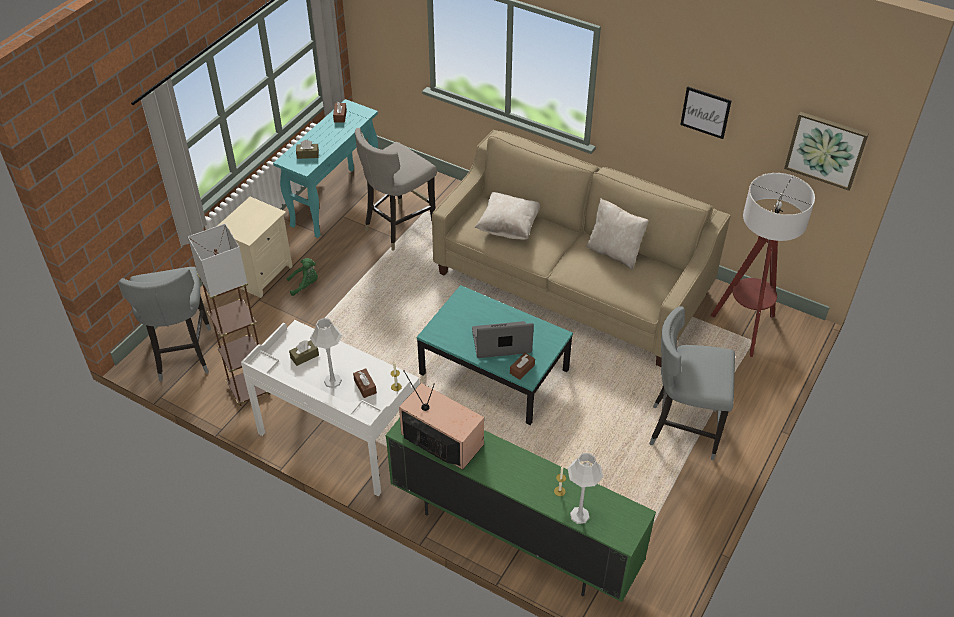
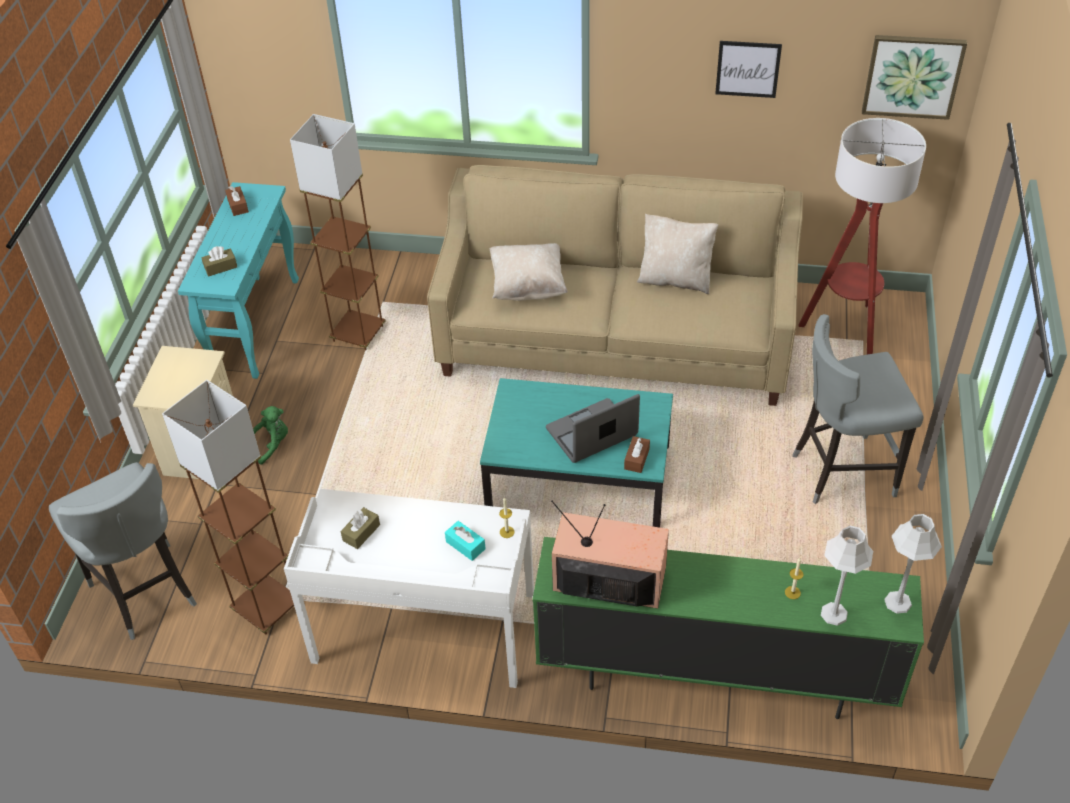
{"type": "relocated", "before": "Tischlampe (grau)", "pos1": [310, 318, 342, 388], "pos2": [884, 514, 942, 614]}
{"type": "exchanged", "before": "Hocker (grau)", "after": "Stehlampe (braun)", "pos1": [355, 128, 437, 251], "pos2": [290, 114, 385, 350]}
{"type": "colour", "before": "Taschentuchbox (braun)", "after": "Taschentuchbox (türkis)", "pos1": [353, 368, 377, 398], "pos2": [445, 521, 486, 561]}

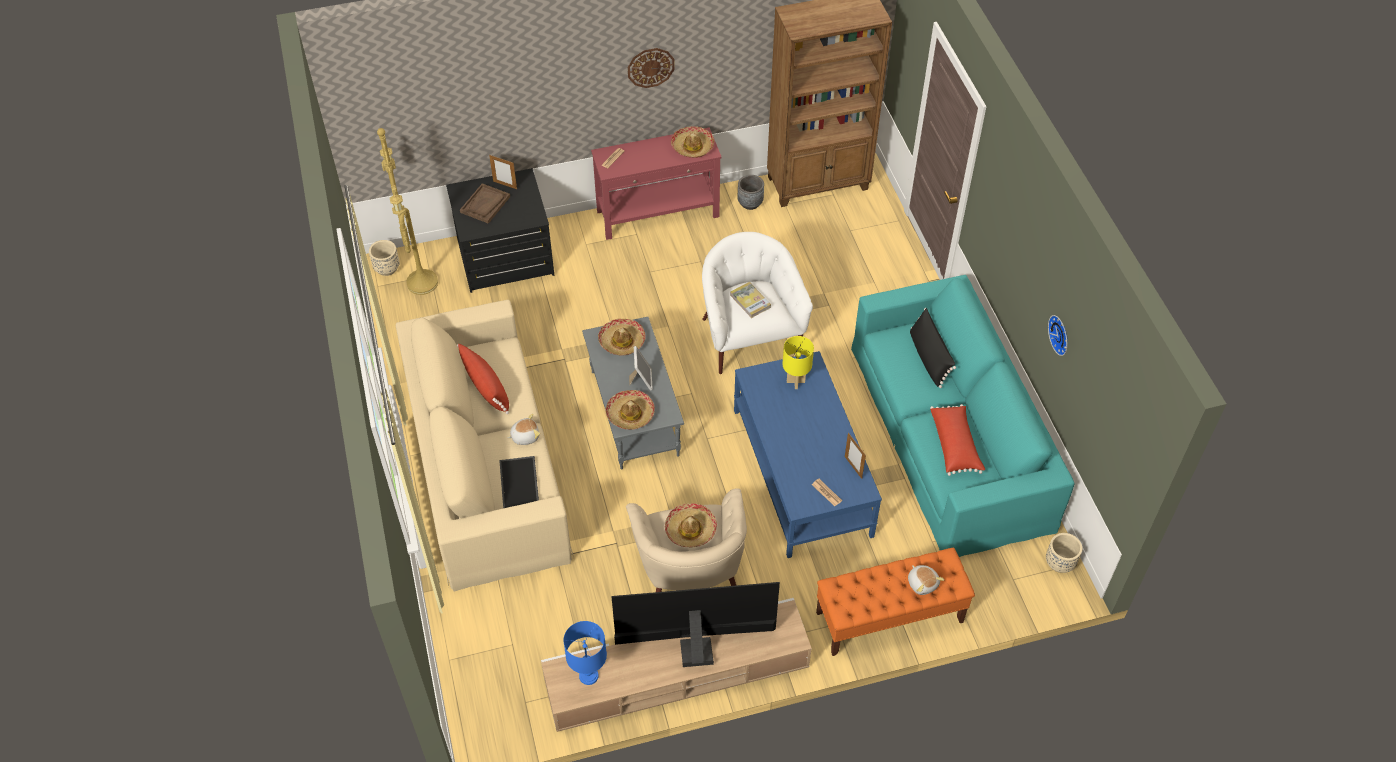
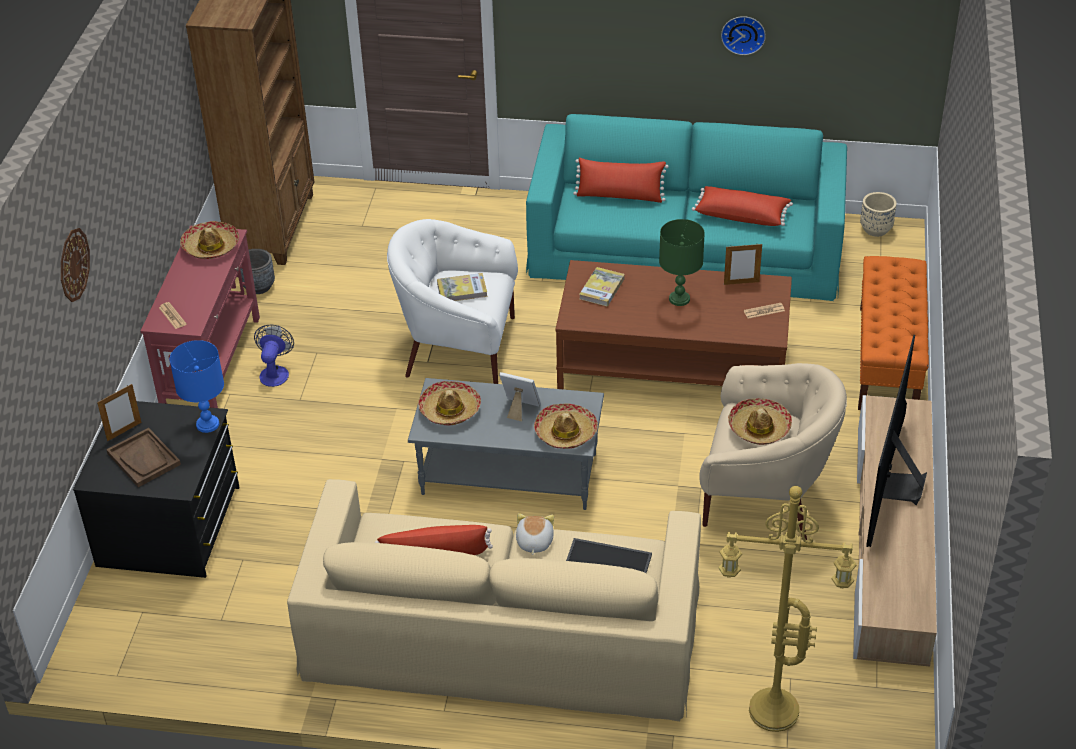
{"type": "missing", "before": "Pflanzkübel (beige)", "pos1": [369, 240, 400, 276]}
{"type": "missing", "before": "Plüschtier", "pos1": [908, 565, 944, 595]}
{"type": "appeared", "after": "Ventilator", "pos2": [254, 325, 294, 387]}
{"type": "appeared", "after": "Tischlampe (grün)", "pos2": [659, 219, 705, 306]}
{"type": "relocated", "before": "Stehlampe (gelb)", "pos1": [377, 128, 438, 295], "pos2": [719, 486, 857, 732]}
{"type": "relocated", "before": "Tischlampe (blau)", "pos1": [564, 621, 607, 685], "pos2": [170, 340, 224, 433]}
{"type": "relocated", "before": "Wanduhr", "pos1": [628, 48, 675, 88], "pos2": [61, 228, 90, 302]}
{"type": "exchanged", "before": "Tischlampe (gelb)", "after": "Buch", "pos1": [782, 336, 814, 389], "pos2": [579, 267, 625, 307]}
{"type": "colour", "before": "Couchtisch (blau)", "after": "Couchtisch (braun)", "pos1": [734, 351, 882, 558], "pos2": [556, 260, 792, 389]}
{"type": "colour", "before": "Kissen (schwarz)", "after": "Kissen (rot)", "pos1": [910, 308, 956, 388], "pos2": [573, 158, 669, 203]}

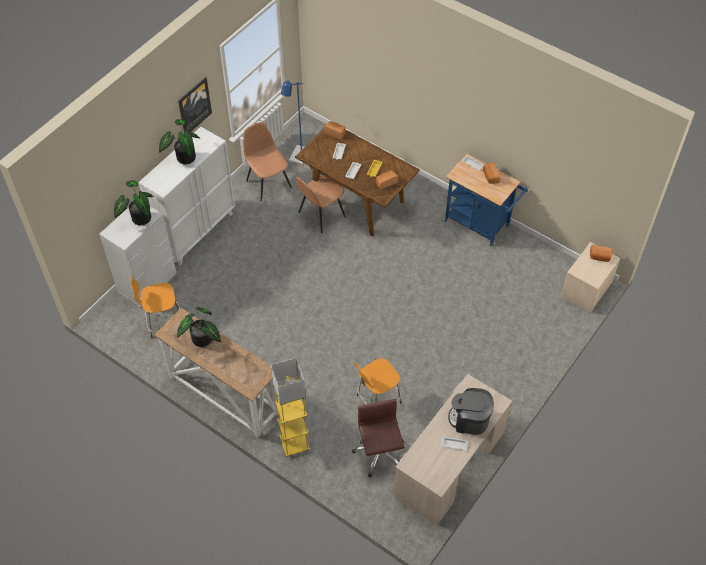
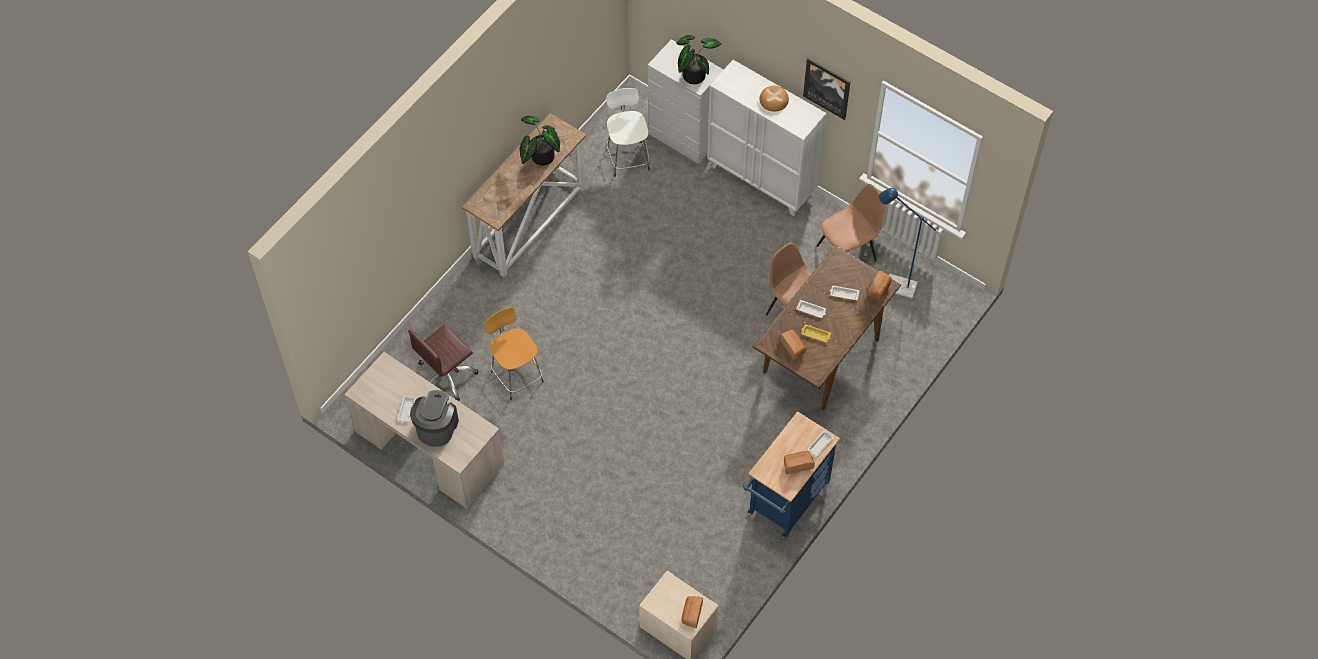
{"type": "missing", "before": "Stehlampe (gelb)", "pos1": [271, 358, 310, 457]}
{"type": "exchanged", "before": "Topfpflanze", "after": "Brot", "pos1": [159, 119, 200, 164], "pos2": [759, 86, 789, 111]}
{"type": "colour", "before": "Hocker (orange)", "after": "Hocker (weiß)", "pos1": [131, 277, 180, 338], "pos2": [606, 88, 650, 177]}
{"type": "spun", "before": "Bürostuhl (braun)", "pos1": [352, 399, 405, 477], "pos2": [408, 325, 478, 401], "turn": 150}

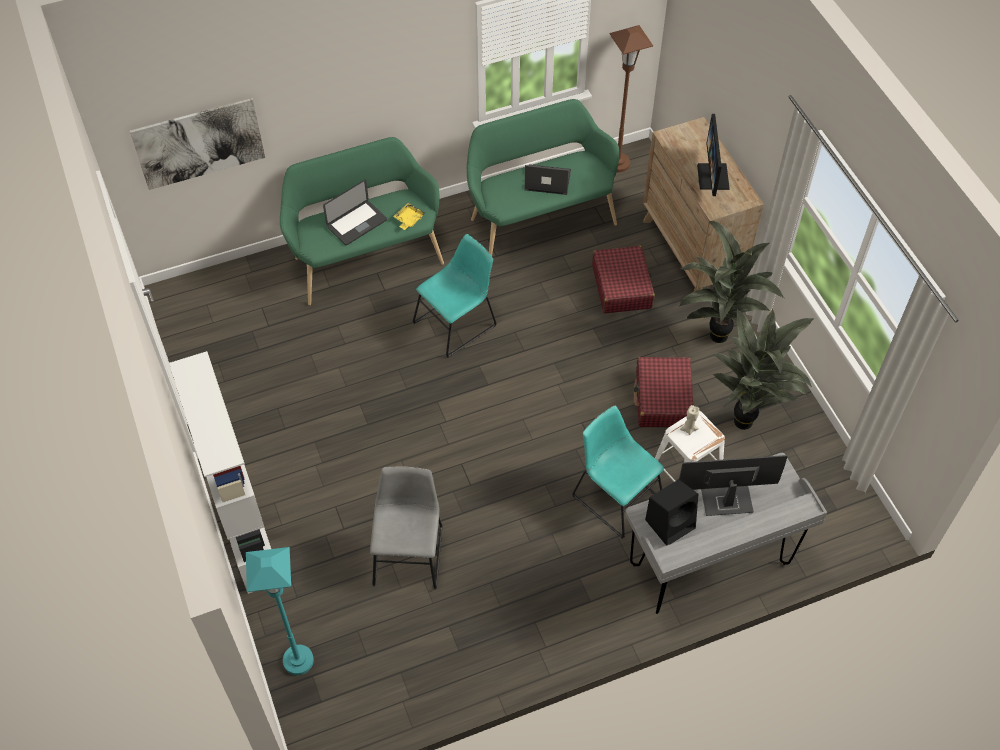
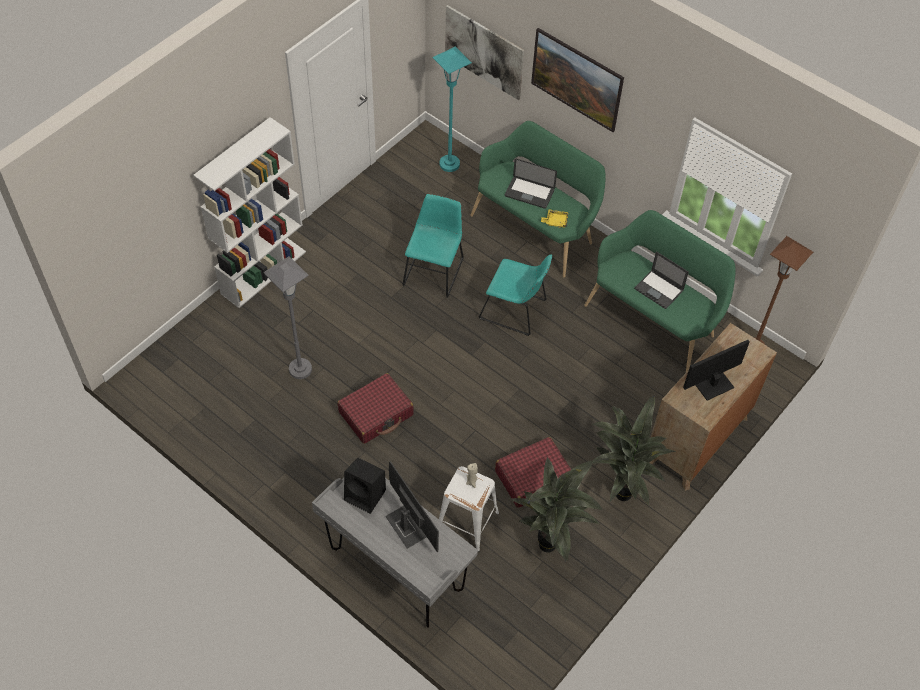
{"type": "appeared", "after": "Bild", "pos2": [531, 28, 624, 132]}
{"type": "relocated", "before": "Stehlampe (türkis)", "pos1": [246, 547, 314, 675], "pos2": [433, 47, 472, 172]}
{"type": "relocated", "before": "Stuhl (türkis)", "pos1": [572, 406, 664, 539], "pos2": [402, 194, 464, 298]}
{"type": "relocated", "before": "Koffer (rot)", "pos1": [592, 246, 655, 313], "pos2": [337, 373, 414, 444]}
{"type": "exchanged", "before": "Stuhl (grau)", "after": "Stehlampe (grau)", "pos1": [370, 466, 443, 589], "pos2": [263, 256, 312, 379]}
{"type": "spun", "before": "Laptop", "pos1": [524, 164, 571, 195], "pos2": [634, 251, 689, 309], "turn": 150}

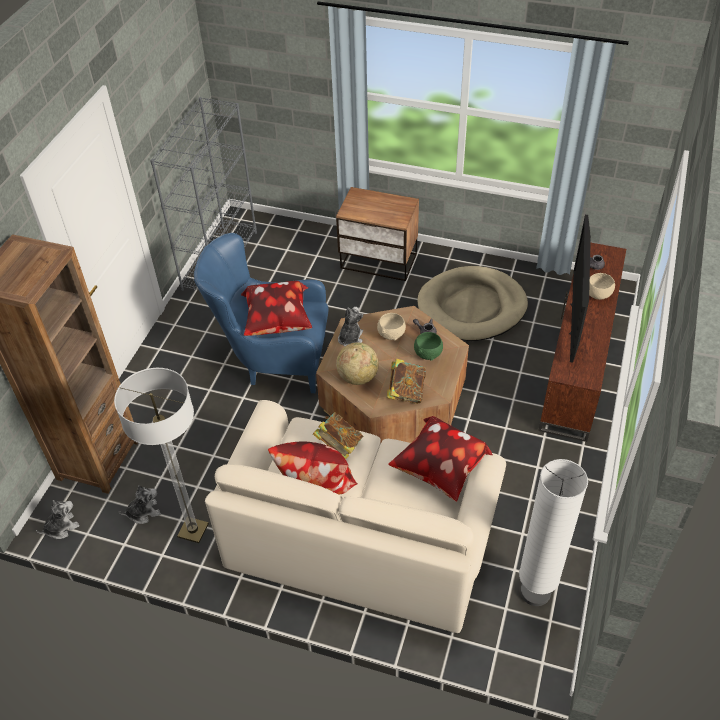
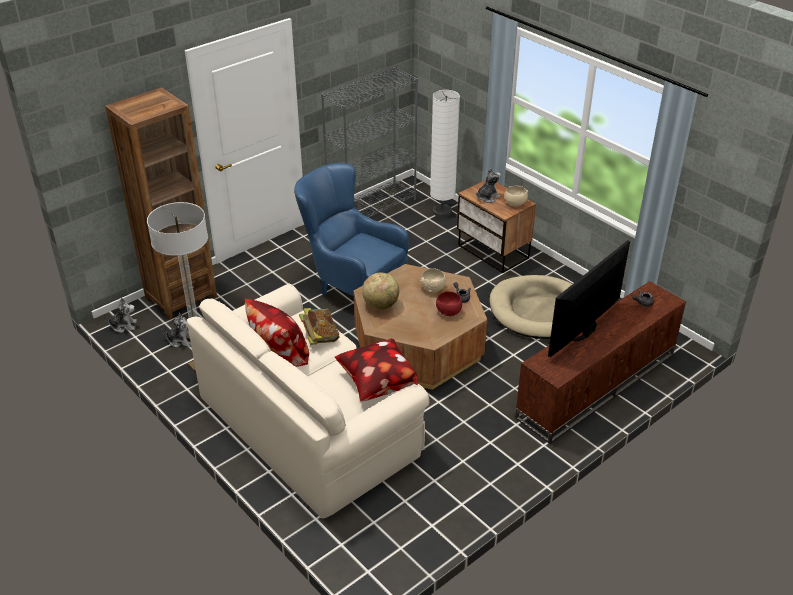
{"type": "missing", "before": "Kissen", "pos1": [241, 281, 312, 336]}
{"type": "missing", "before": "Buch", "pos1": [386, 359, 426, 404]}
{"type": "relocated", "before": "Plüschtier", "pos1": [338, 307, 363, 346], "pos2": [476, 168, 501, 203]}
{"type": "relocated", "before": "Stehlampe (weiß)", "pos1": [519, 459, 588, 606], "pos2": [430, 90, 460, 217]}
{"type": "relocated", "before": "Schüssel (beige)", "pos1": [589, 273, 615, 300], "pos2": [504, 186, 528, 207]}
{"type": "colour", "before": "Schüssel (grün)", "after": "Schüssel (rot)", "pos1": [414, 332, 443, 361], "pos2": [436, 291, 462, 316]}

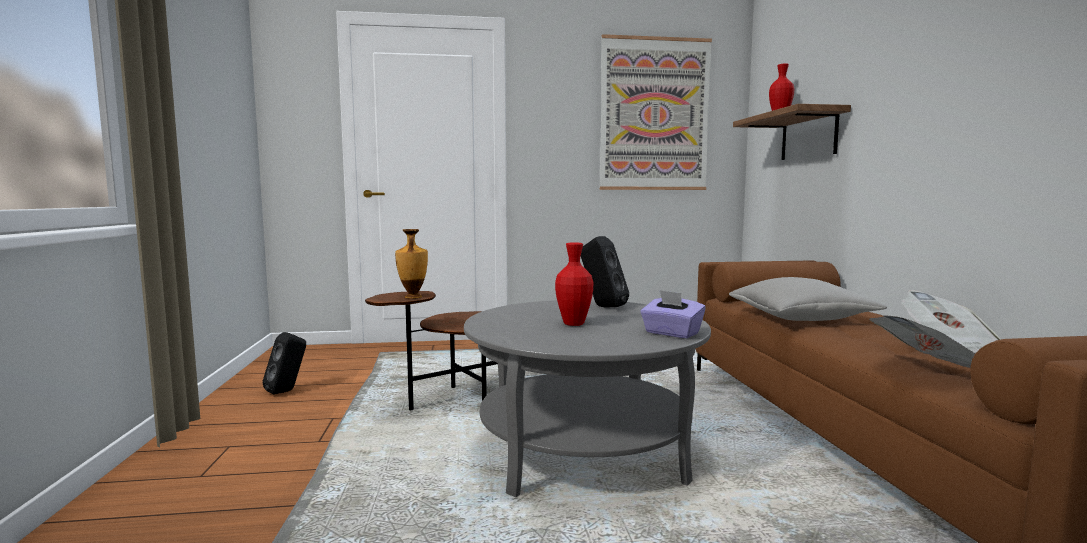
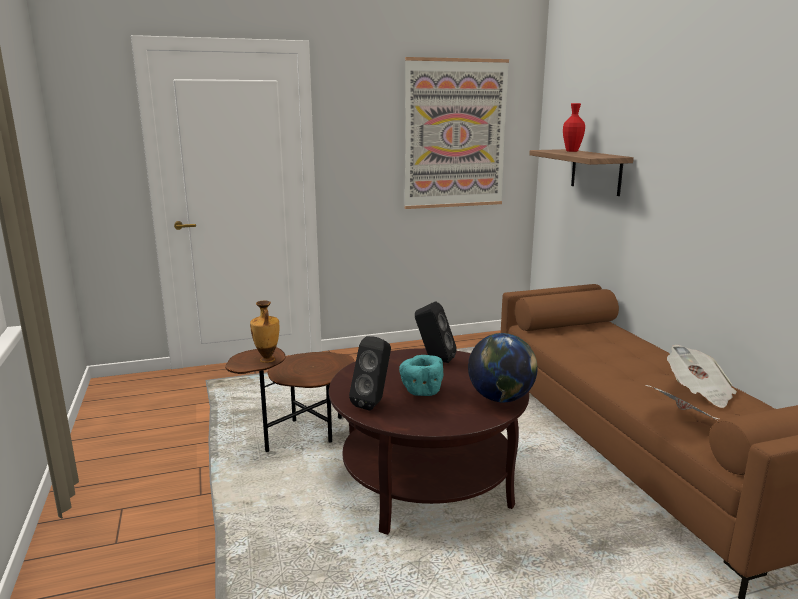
{"type": "missing", "before": "Kissen (grau)", "pos1": [729, 277, 887, 321]}
{"type": "relocated", "before": "Lautsprecher (schwarz)", "pos1": [262, 332, 306, 394], "pos2": [349, 336, 391, 411]}
{"type": "exchanged", "before": "Vase (rot)", "after": "Schüssel (türkis)", "pos1": [555, 242, 593, 326], "pos2": [399, 355, 443, 396]}
{"type": "exchanged", "before": "Taschentuchbox (lila)", "after": "Globus", "pos1": [640, 290, 706, 338], "pos2": [468, 333, 538, 403]}
{"type": "colour", "before": "Couchtisch (grau)", "after": "Couchtisch (braun)", "pos1": [464, 300, 711, 497], "pos2": [329, 348, 529, 535]}

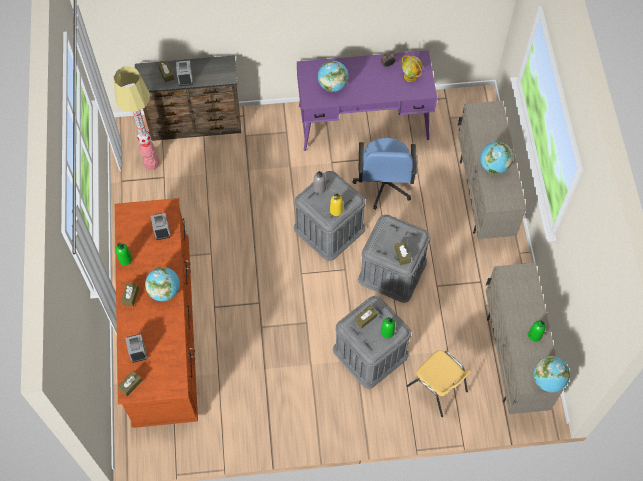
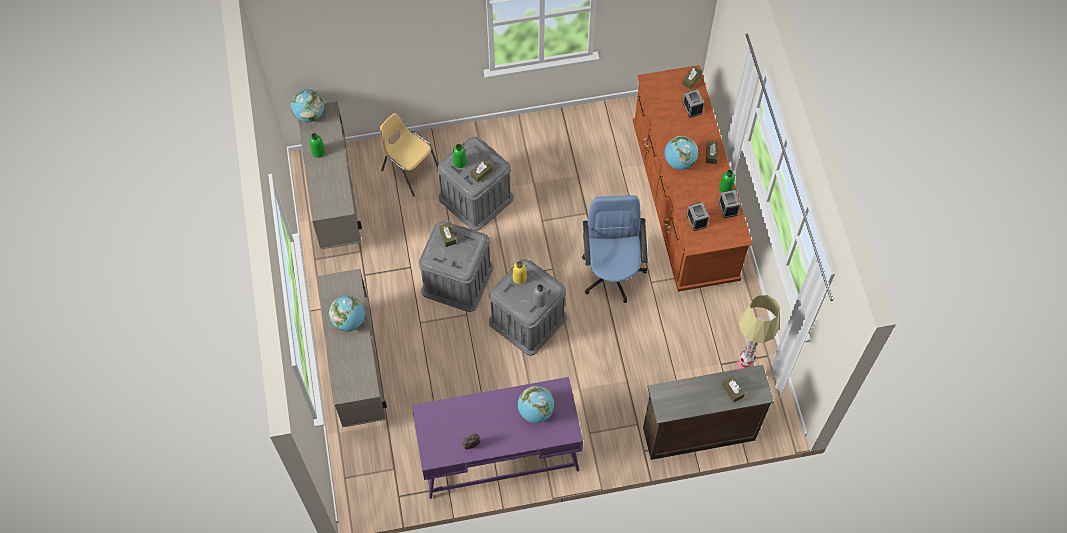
{"type": "missing", "before": "Globus", "pos1": [402, 55, 422, 82]}
{"type": "relocated", "before": "Wecker", "pos1": [176, 60, 193, 86], "pos2": [718, 190, 740, 218]}
{"type": "relocated", "before": "Bürostuhl (blau)", "pos1": [352, 138, 417, 210], "pos2": [582, 195, 648, 303]}

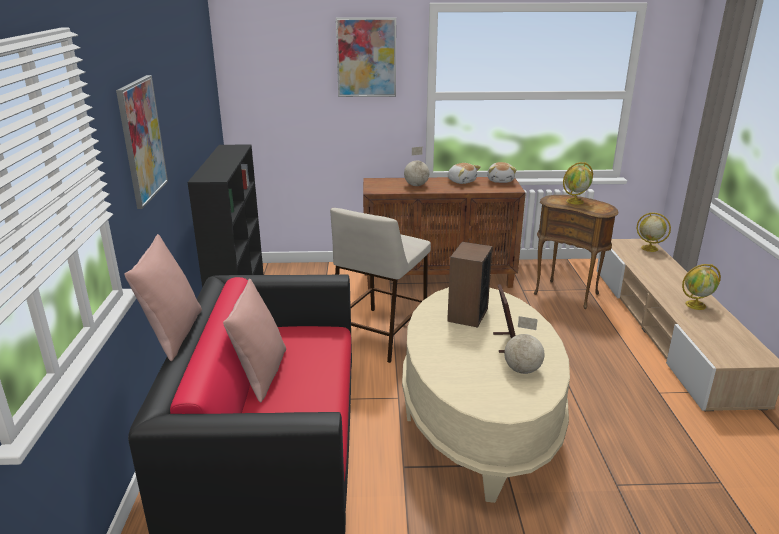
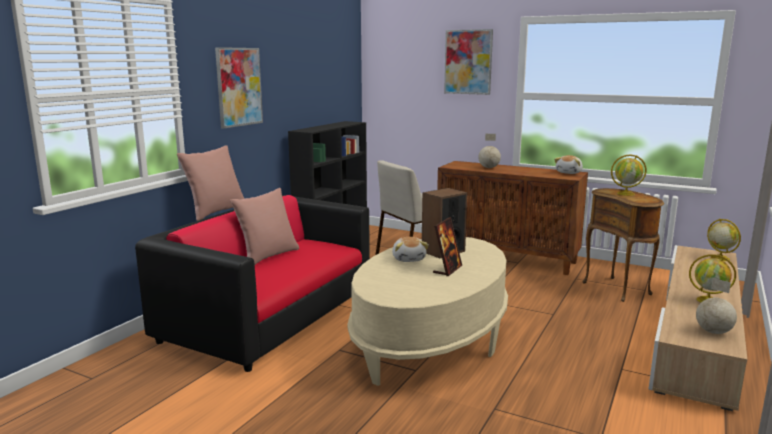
{"type": "relocated", "before": "Plüschtier", "pos1": [448, 163, 481, 184], "pos2": [392, 237, 429, 262]}
{"type": "relocated", "before": "Globus", "pos1": [504, 316, 544, 374], "pos2": [696, 278, 737, 334]}

